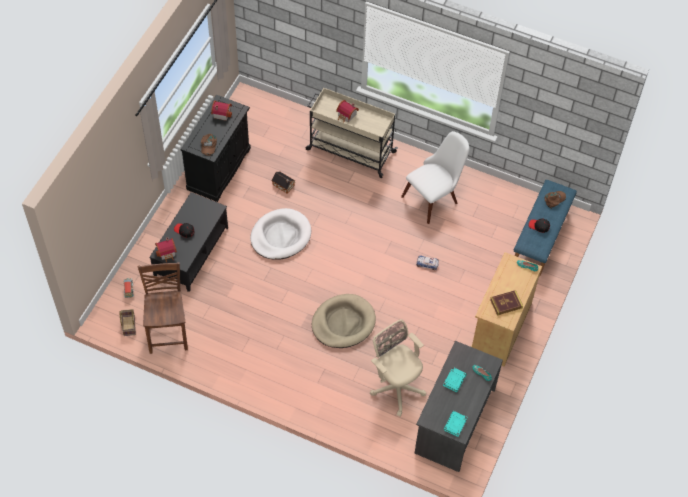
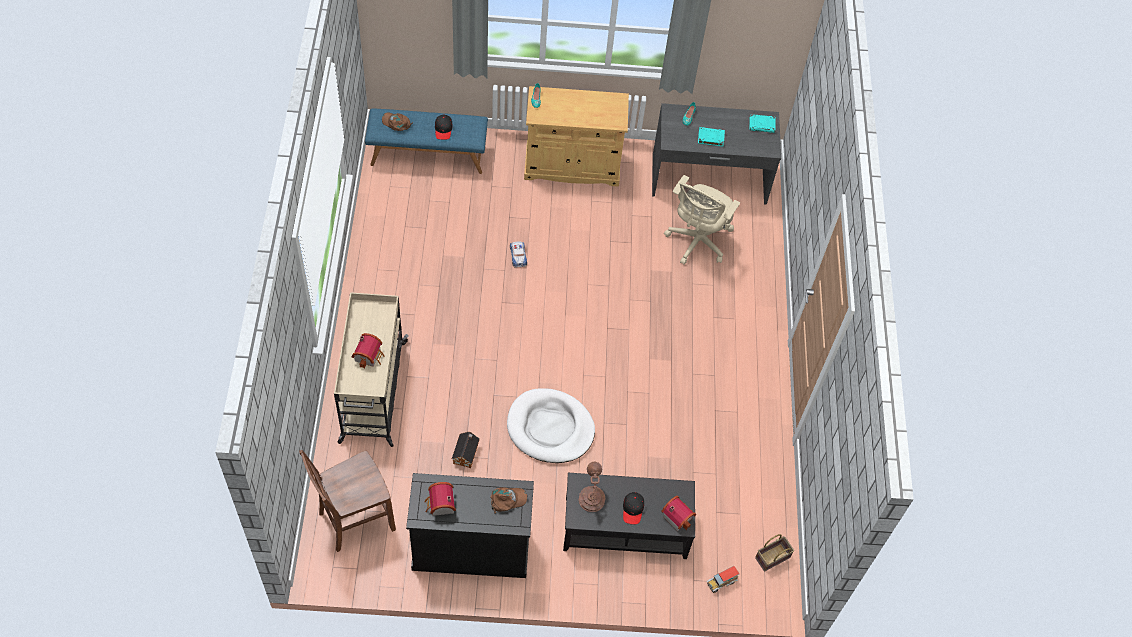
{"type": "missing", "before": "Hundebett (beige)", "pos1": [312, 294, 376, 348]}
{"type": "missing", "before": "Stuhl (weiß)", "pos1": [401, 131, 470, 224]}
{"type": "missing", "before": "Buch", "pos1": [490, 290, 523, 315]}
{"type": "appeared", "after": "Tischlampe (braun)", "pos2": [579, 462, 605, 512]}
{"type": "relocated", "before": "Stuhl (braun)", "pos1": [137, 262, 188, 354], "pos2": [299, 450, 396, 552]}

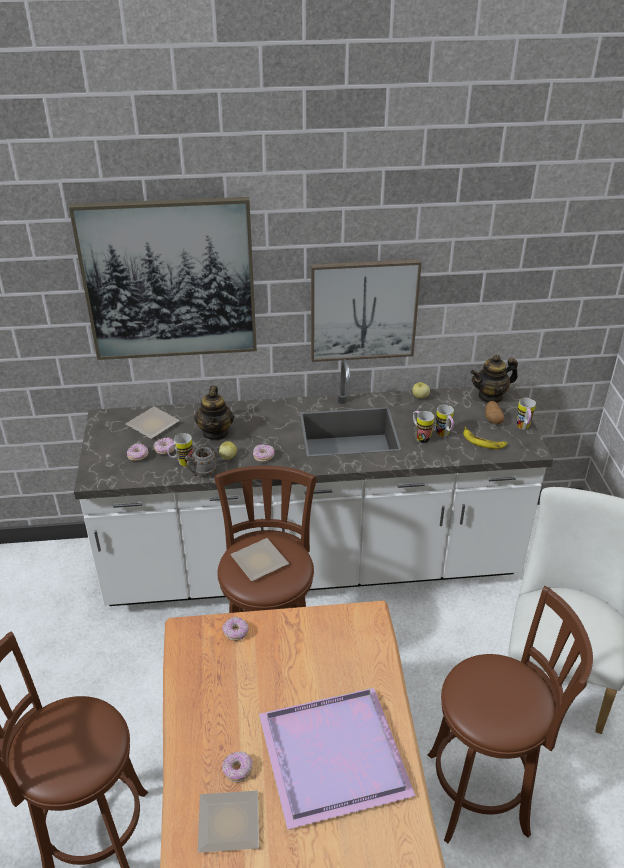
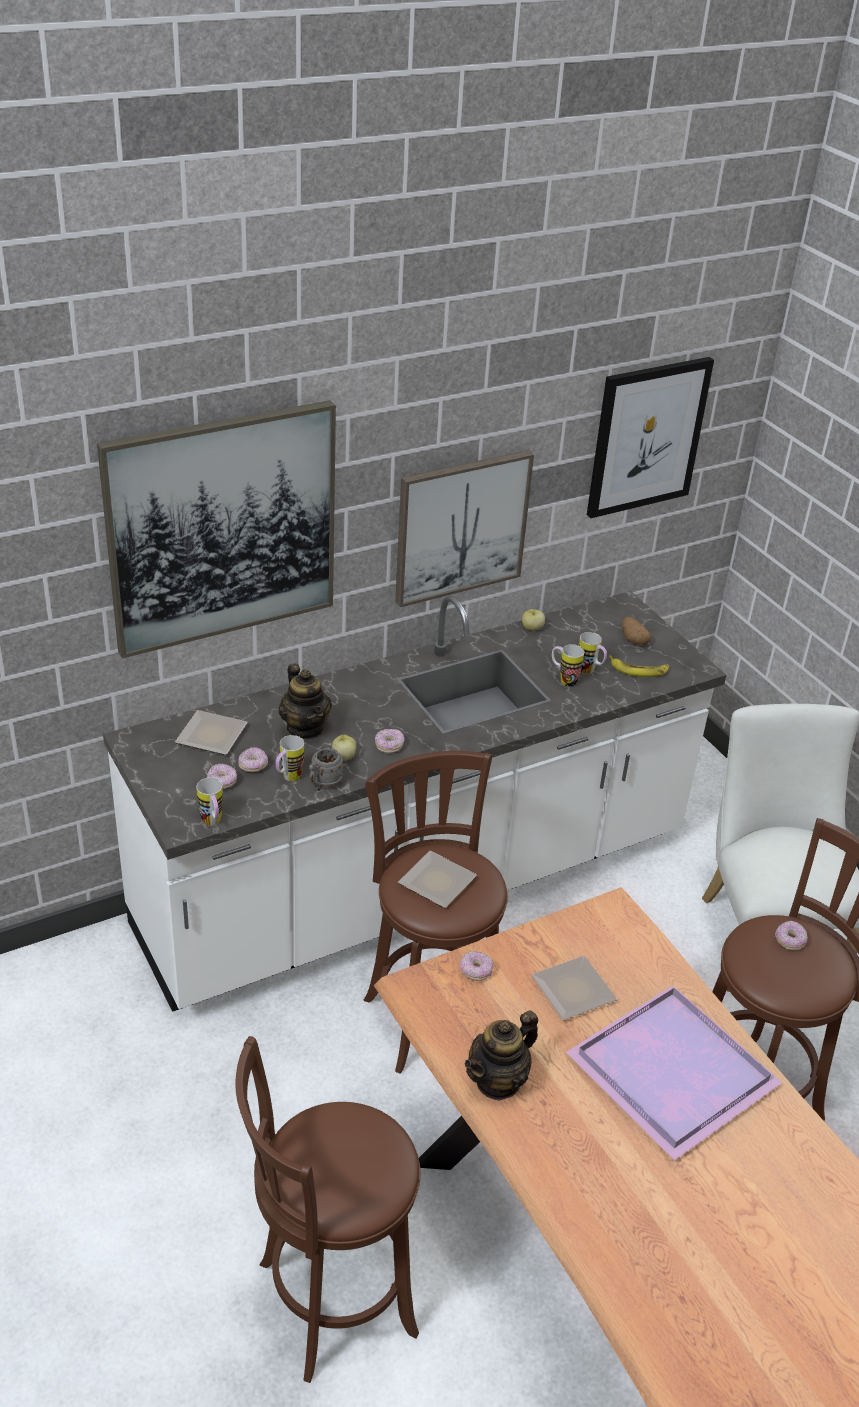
{"type": "appeared", "after": "Bild", "pos2": [587, 357, 714, 518]}
{"type": "relocated", "before": "Teller", "pos1": [198, 791, 259, 853], "pos2": [531, 956, 617, 1020]}
{"type": "relocated", "before": "Donut", "pos1": [222, 752, 252, 783], "pos2": [775, 921, 808, 950]}
{"type": "relocated", "before": "Teekanne", "pos1": [470, 355, 518, 403], "pos2": [464, 1011, 538, 1101]}
{"type": "relocated", "before": "Henkelbecher", "pos1": [517, 398, 536, 429], "pos2": [196, 778, 223, 826]}

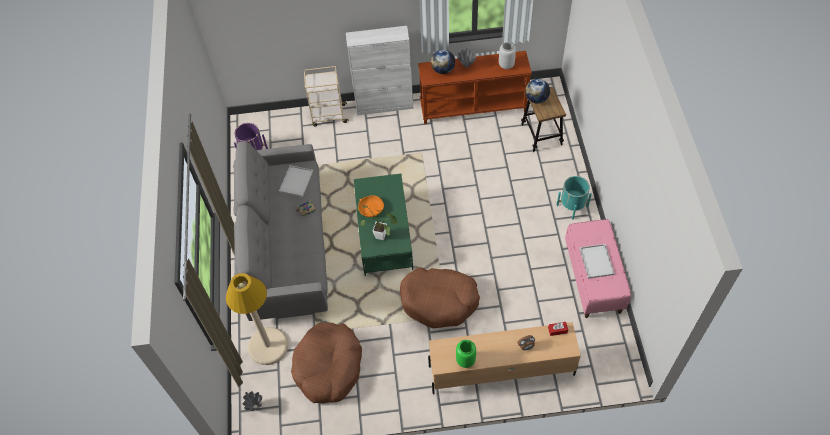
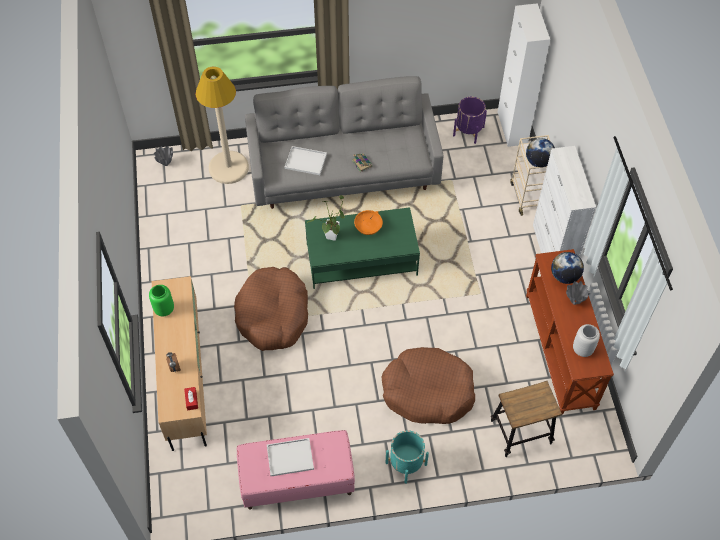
{"type": "appeared", "after": "Schrank (weiß)", "pos2": [497, 3, 550, 147]}
{"type": "relocated", "before": "Tablett (weiß)", "pos1": [279, 165, 313, 197], "pos2": [285, 146, 327, 175]}
{"type": "relocated", "before": "Hundebett (braun)", "pos1": [291, 323, 362, 403], "pos2": [381, 347, 475, 424]}
{"type": "relocated", "before": "Globus", "pos1": [525, 79, 550, 104], "pos2": [526, 138, 555, 167]}

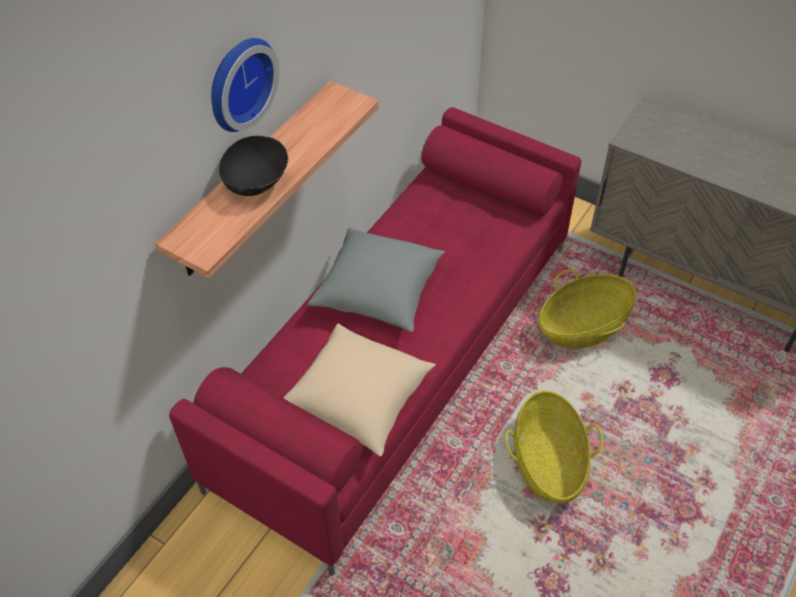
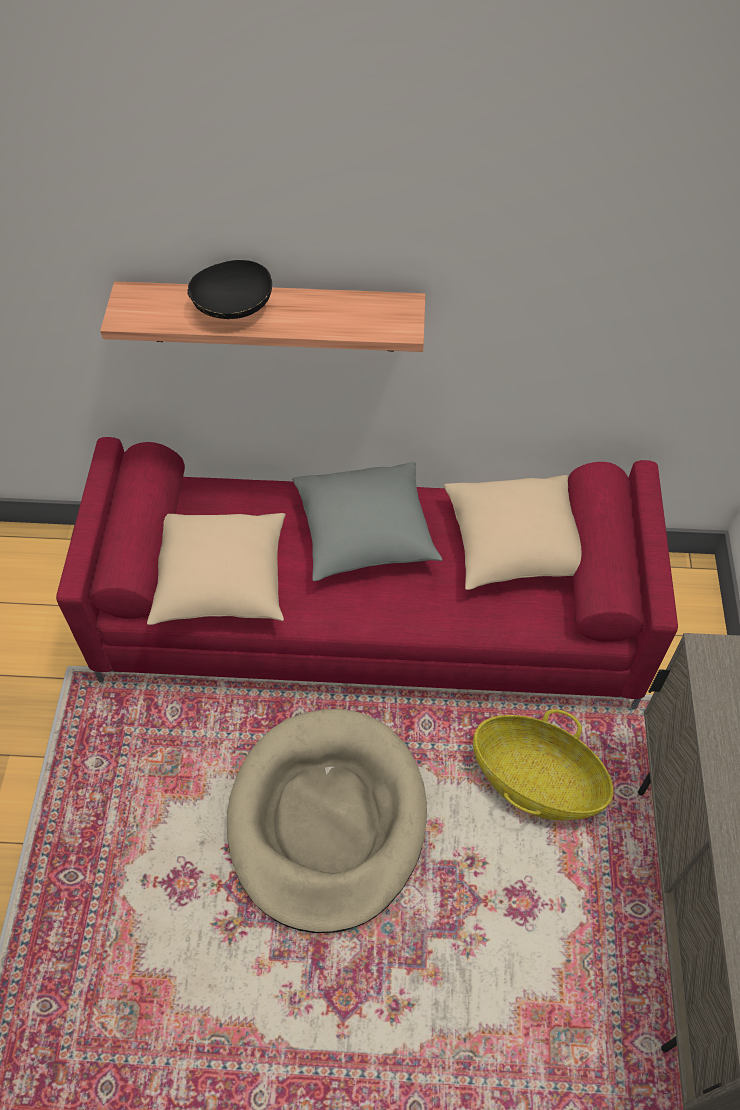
{"type": "missing", "before": "Wanduhr", "pos1": [211, 38, 279, 132]}
{"type": "appeared", "after": "Kissen (beige)", "pos2": [444, 475, 581, 590]}
{"type": "exchanged", "before": "Korb", "after": "Hundebett (beige)", "pos1": [505, 391, 603, 504], "pos2": [227, 709, 427, 933]}

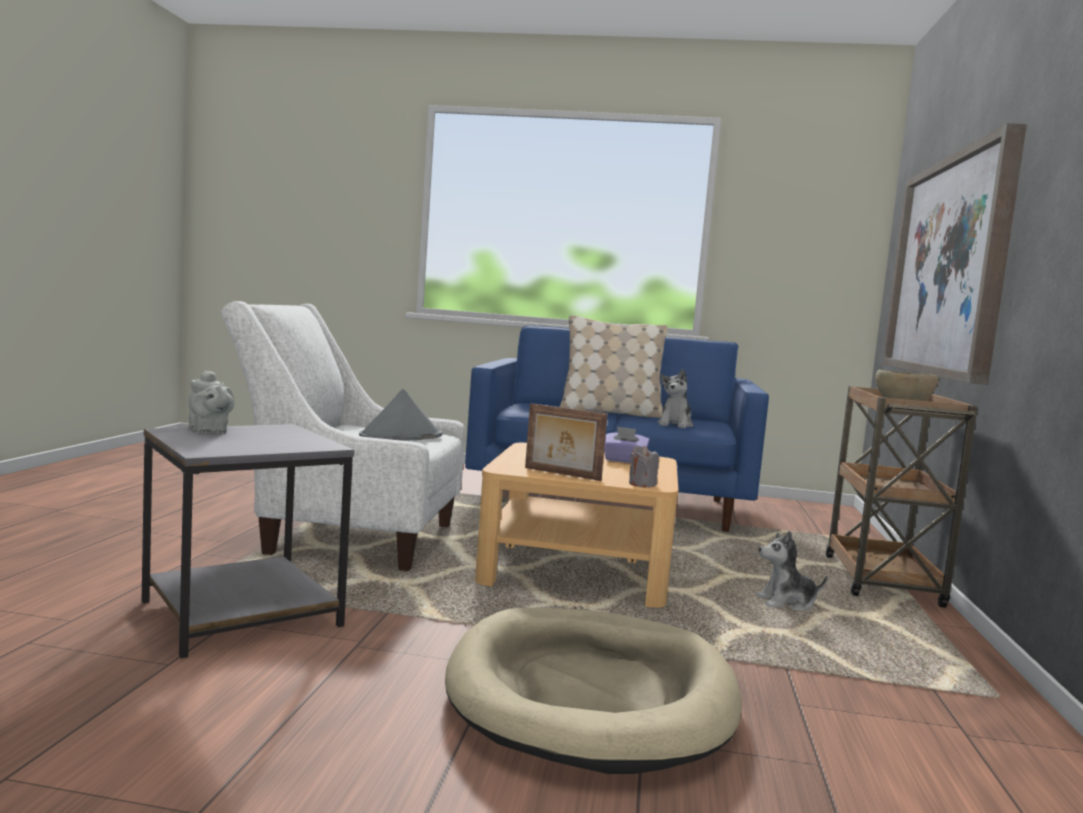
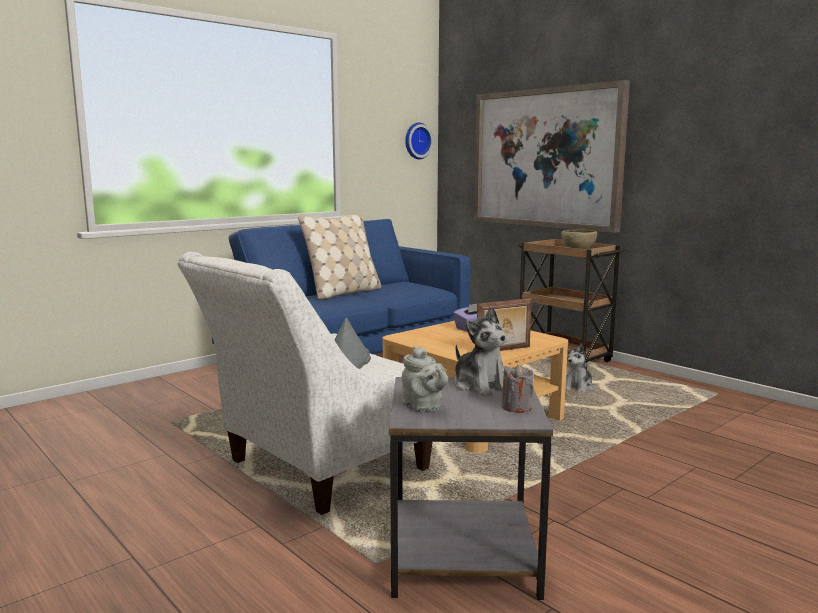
{"type": "missing", "before": "Hundebett (beige)", "pos1": [445, 608, 742, 774]}
{"type": "appeared", "after": "Wanduhr", "pos2": [405, 123, 433, 159]}
{"type": "relocated", "before": "Kerze (grau)", "pos1": [629, 445, 659, 487], "pos2": [502, 365, 534, 413]}
{"type": "relocated", "before": "Plüschtier", "pos1": [658, 369, 693, 428], "pos2": [454, 307, 507, 397]}
{"type": "spun", "before": "Teekanne (grau)", "pos1": [189, 371, 235, 433], "pos2": [402, 346, 448, 412], "turn": 60}

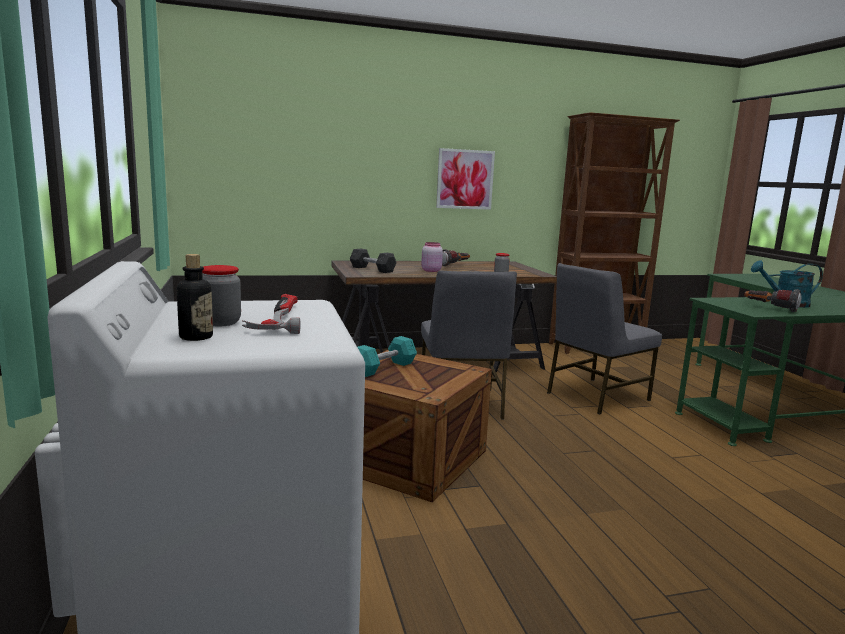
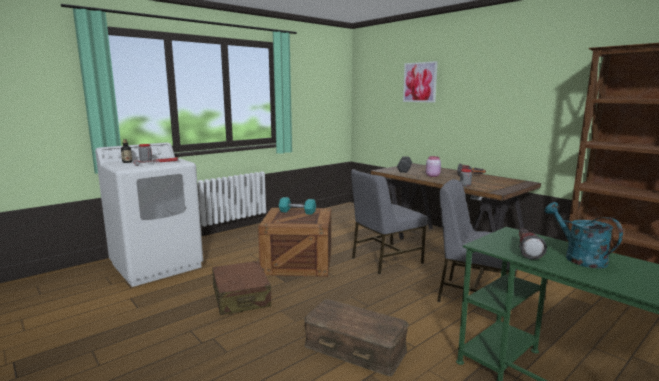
{"type": "appeared", "after": "Koffer (braun)", "pos2": [212, 261, 271, 315]}
{"type": "appeared", "after": "Aufbewahrungsbox (braun)", "pos2": [304, 299, 409, 376]}
{"type": "relocated", "before": "Bild", "pos1": [436, 148, 495, 210], "pos2": [403, 61, 438, 103]}

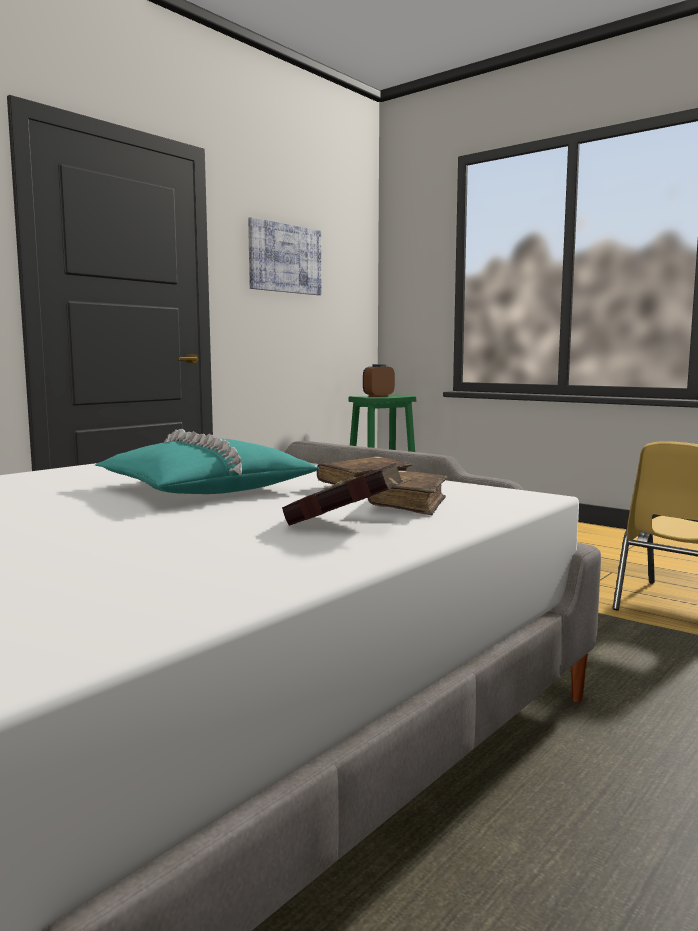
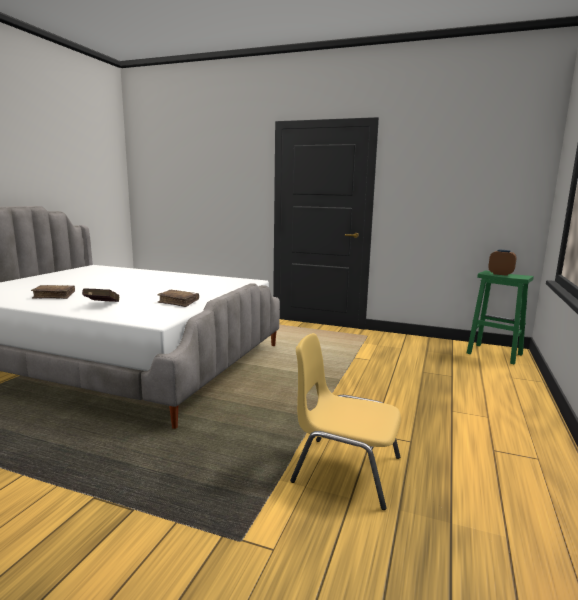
{"type": "missing", "before": "Kissen (türkis)", "pos1": [95, 428, 319, 494]}
{"type": "missing", "before": "Bild", "pos1": [248, 217, 322, 295]}
{"type": "relocated", "before": "Buch (braun)", "pos1": [368, 470, 447, 515], "pos2": [31, 285, 75, 299]}

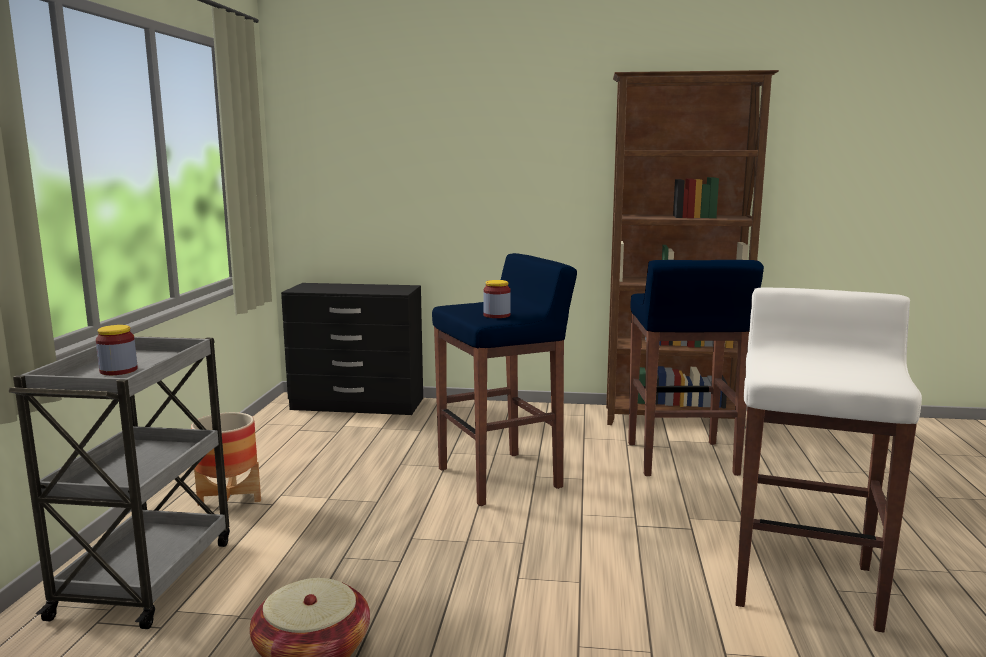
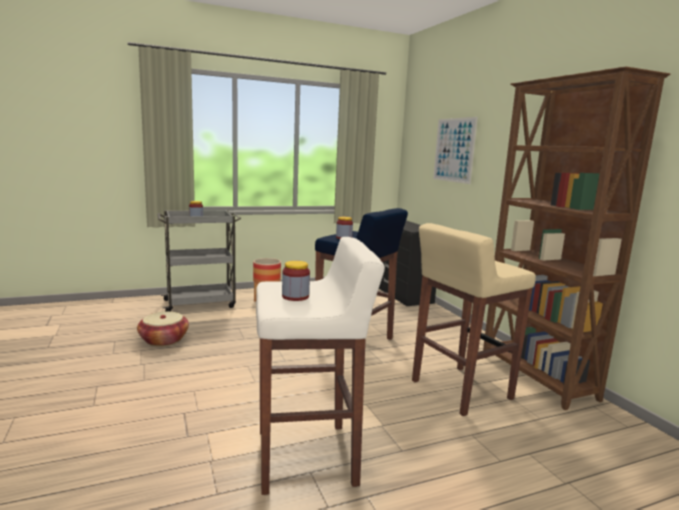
{"type": "appeared", "after": "Vorratsglas", "pos2": [282, 261, 310, 301]}
{"type": "appeared", "after": "Bild", "pos2": [433, 117, 478, 184]}
{"type": "colour", "before": "Hocker (blau)", "after": "Hocker (beige)", "pos1": [628, 260, 764, 476], "pos2": [412, 223, 536, 416]}

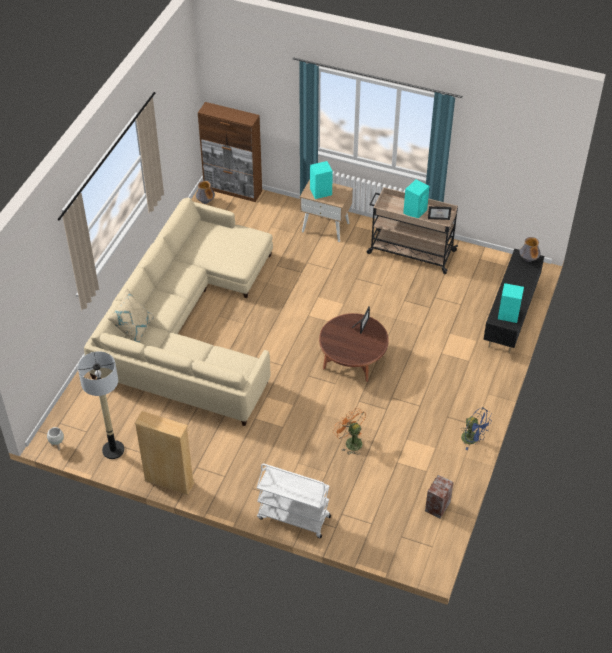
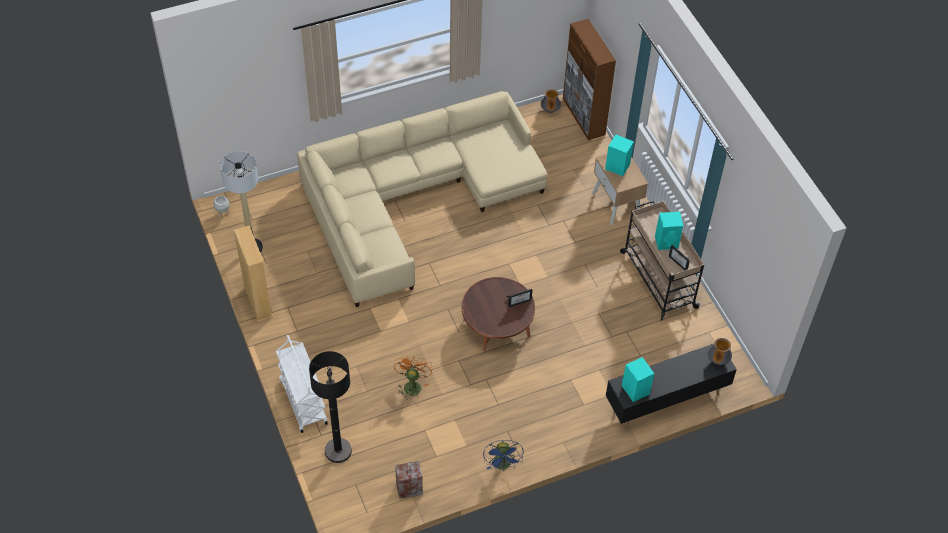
{"type": "missing", "before": "Kissen (beige)", "pos1": [108, 288, 154, 343]}
{"type": "appeared", "after": "Stehlampe (schwarz)", "pos2": [309, 351, 352, 463]}

